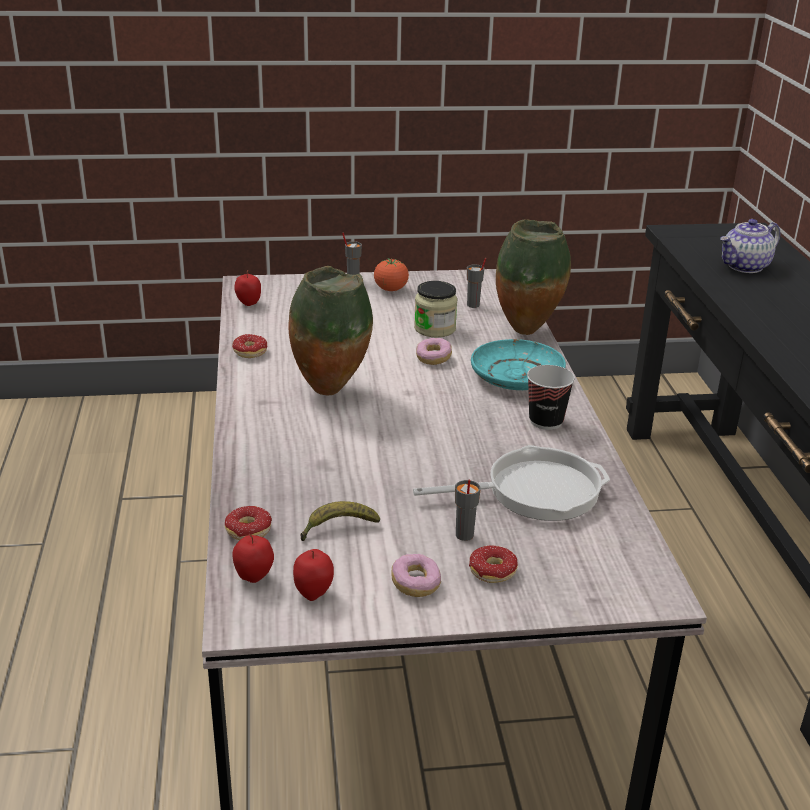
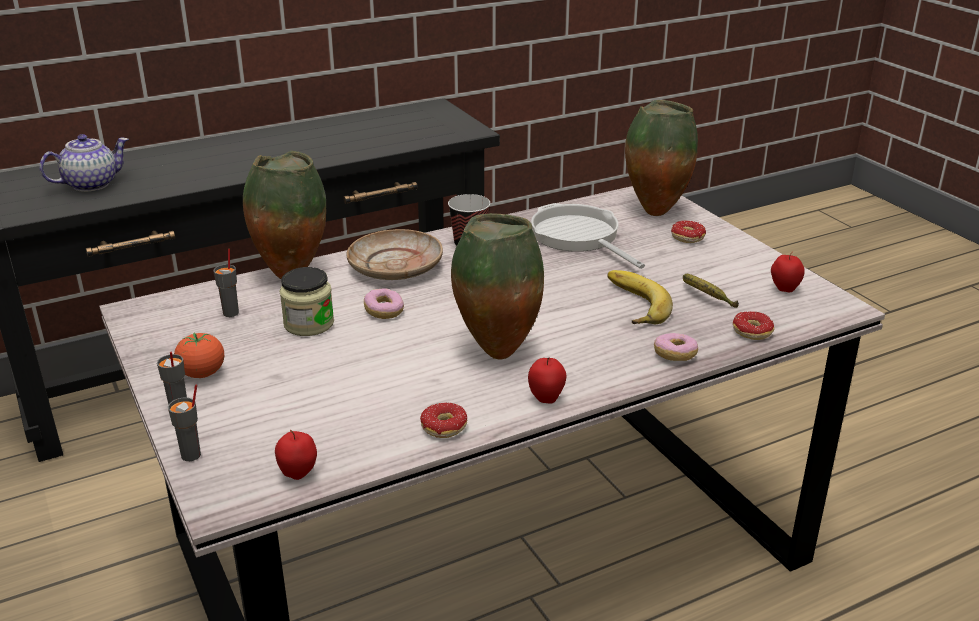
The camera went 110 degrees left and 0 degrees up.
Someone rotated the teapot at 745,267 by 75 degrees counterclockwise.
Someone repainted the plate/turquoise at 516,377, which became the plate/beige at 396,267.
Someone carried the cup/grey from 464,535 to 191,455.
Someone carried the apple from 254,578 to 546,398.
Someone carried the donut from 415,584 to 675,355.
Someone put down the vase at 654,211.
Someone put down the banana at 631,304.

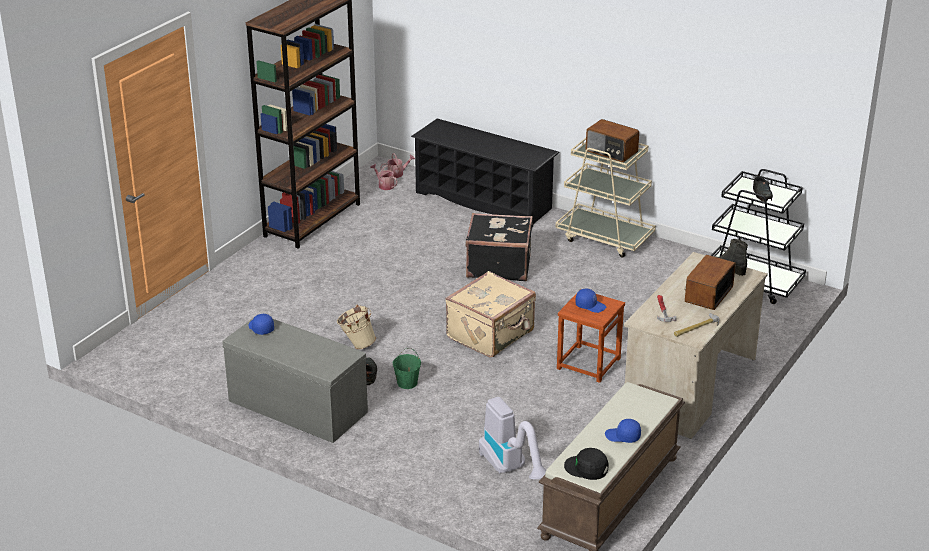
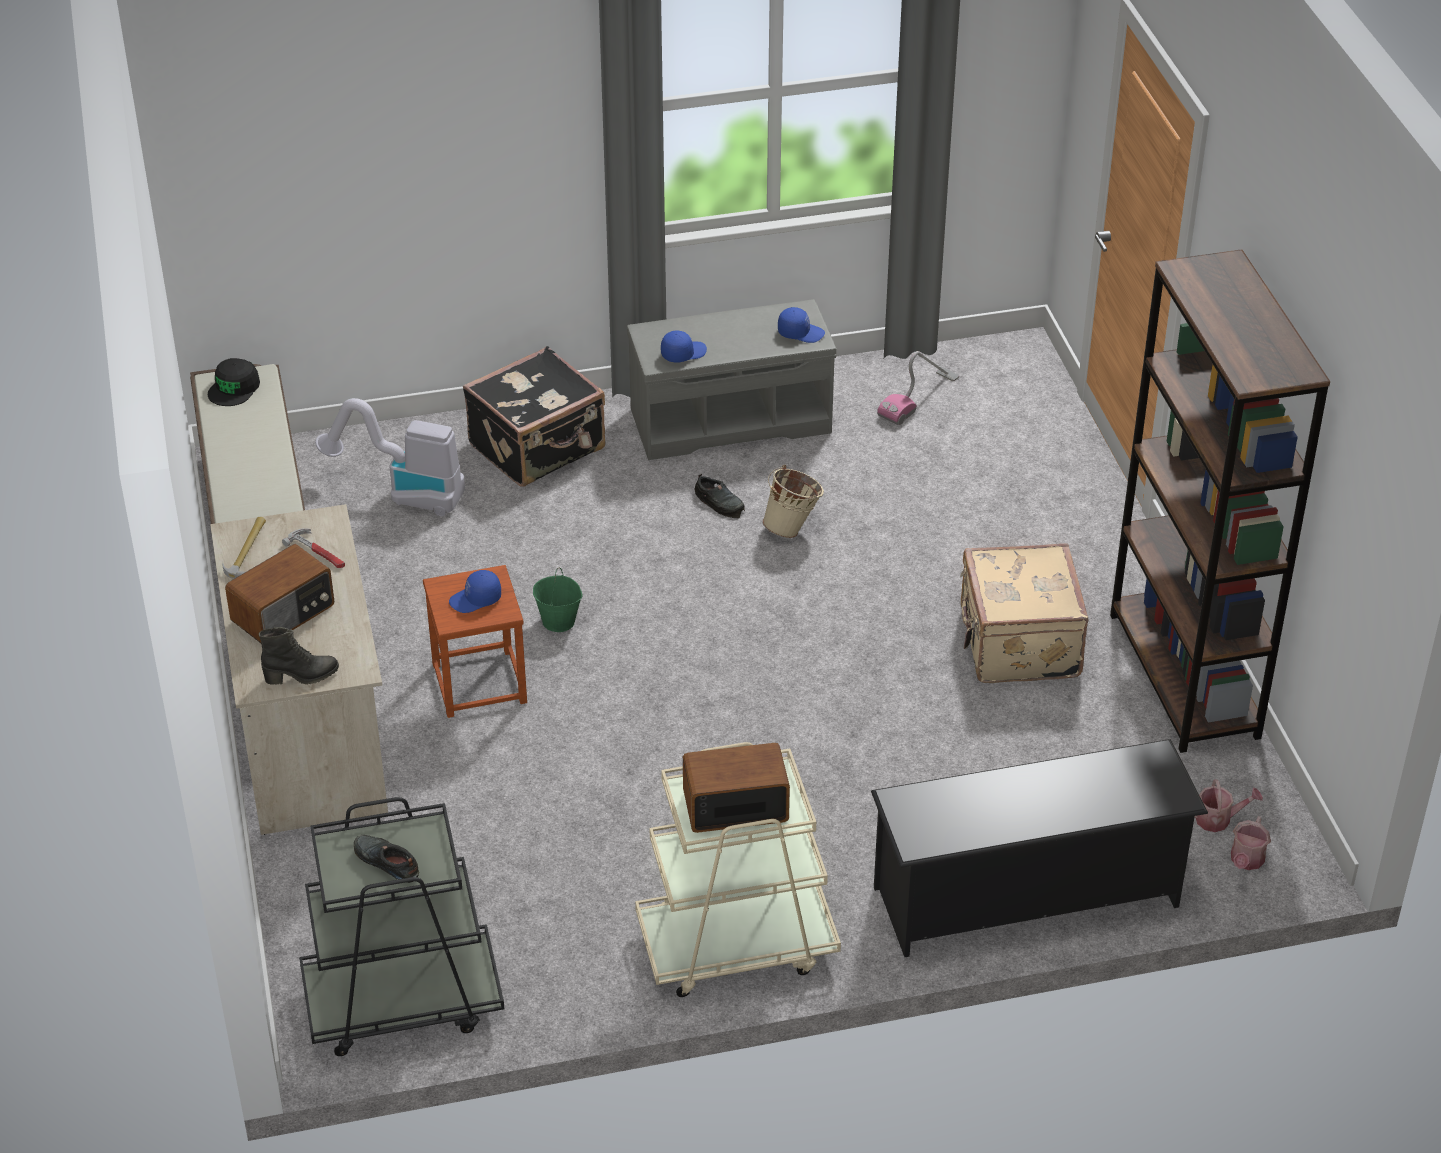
The camera went 135 degrees right and 10 degrees up.
Someone carried the suitcase/black from 498,265 to 539,448.
Someone rotated the radio at 707,294 by 60 degrees clockwise.
Someone carried the suitcase/beige from 491,335 to 1017,644.
Someone carried the bucket/green from 407,383 to 559,621.
Someone carried the cap/blue from 622,436 to 683,353.
Someone rotated the cap/black at 586,468 by 135 degrees clockwise.
Someone put down the vacuum cleaner at 918,398.

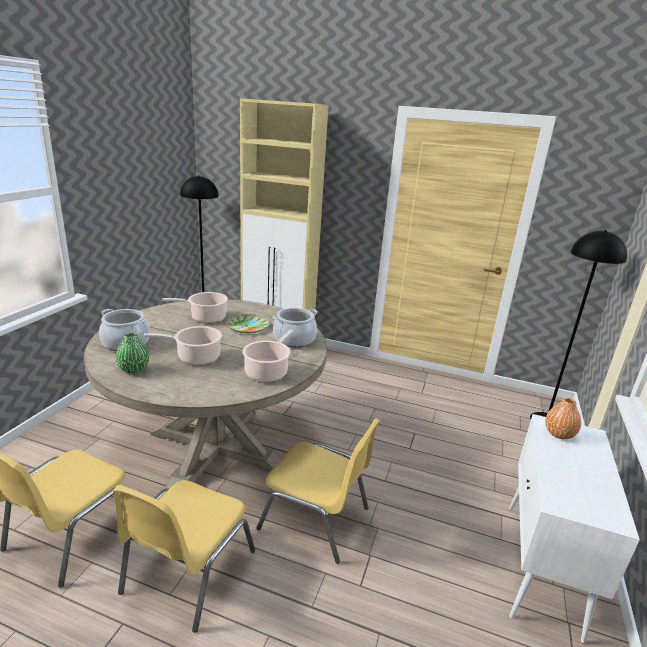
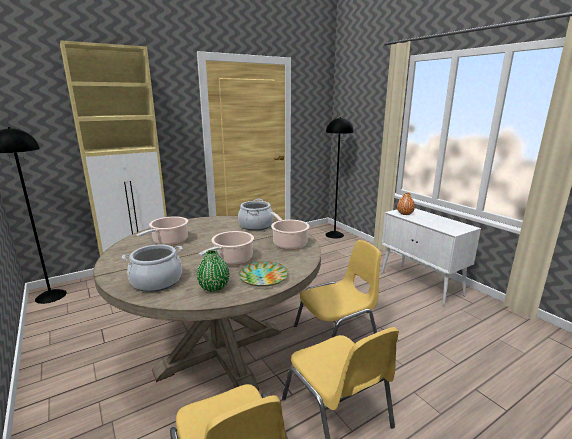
The camera went 50 degrees left and 5 degrees down.
Someone carried the plate from 247,326 to 263,277.

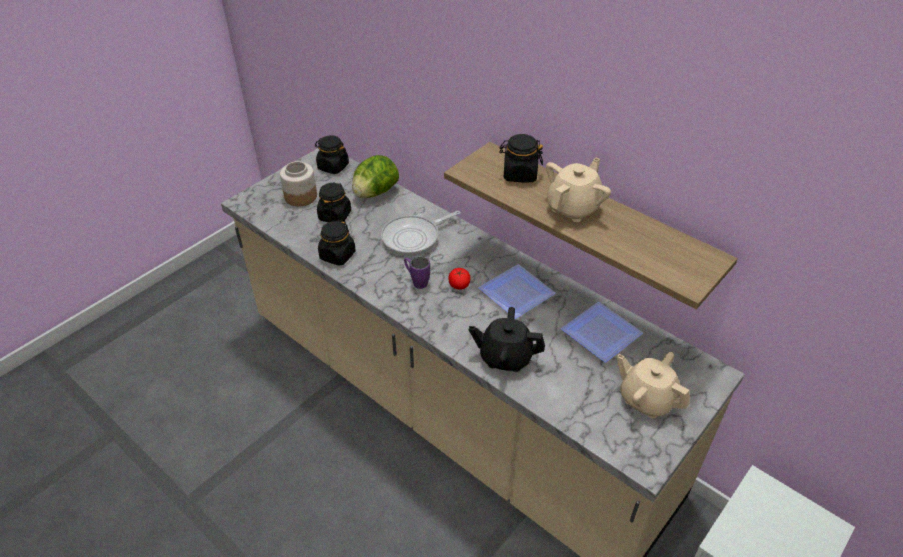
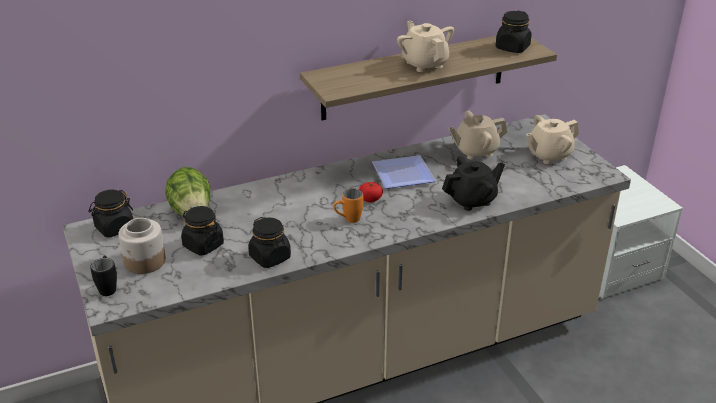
The camera went 65 degrees left and 10 degrees down.
Someone carried the jar/black from 519,174 to 512,48.
Someone took away the frying pan at 414,238.
Someone repainted the mug/purple at 416,281, which became the mug/orange at 348,220.
Someone swapped the plate at 604,334 for the teapot/beige at 475,151.
Someone rotated the teapot/black at 505,357 by 150 degrees counterclockwise.
Someone put down the mug/black at 108,287.

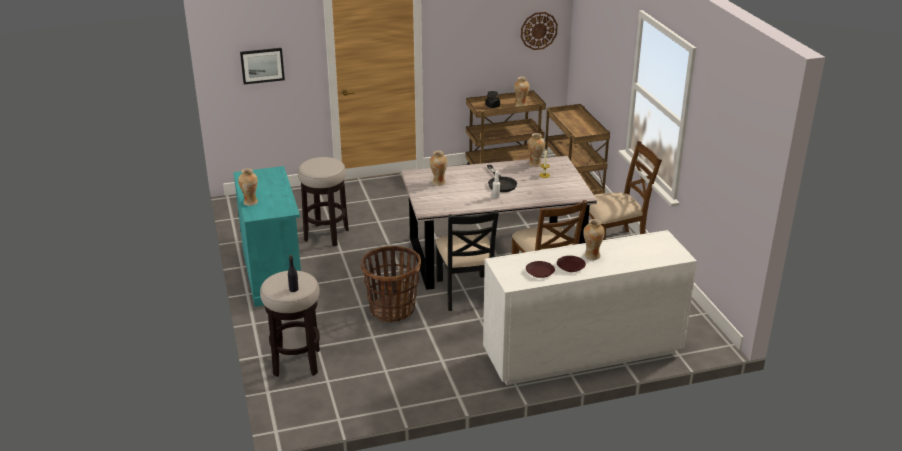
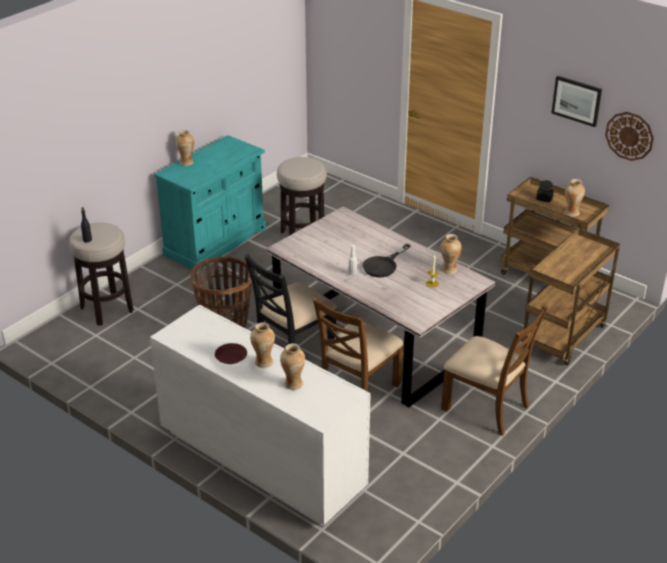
The camera went 55 degrees right and 5 degrees up.
Someone carried the picture from 262,65 to 577,100.
Someone carried the vase from 438,183 to 293,384.
Someone took away the plate/brown at 539,272.

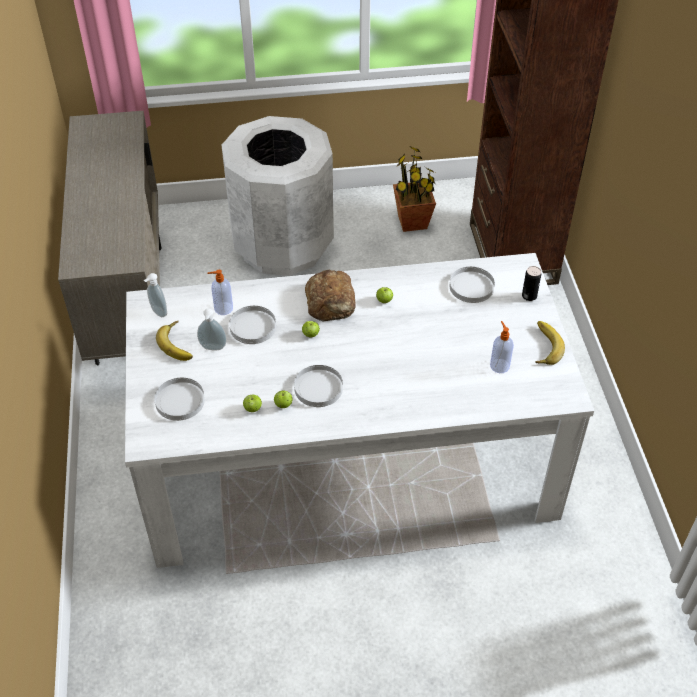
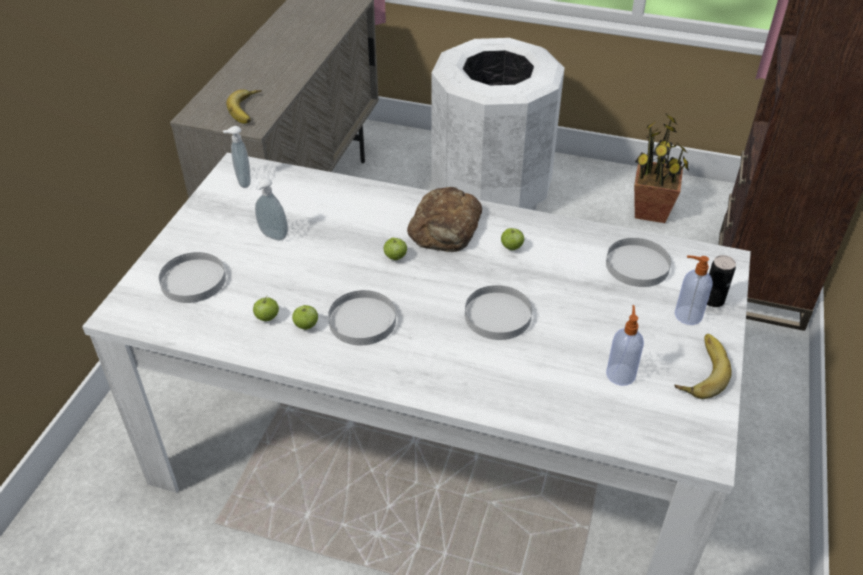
The camera went 25 degrees right and 5 degrees down.
Someone carried the soap dispenser from 222,308 to 687,315.
Someone carried the plate/white from 252,327 to 497,316.
Someone carried the banana from 179,344 to 249,109.

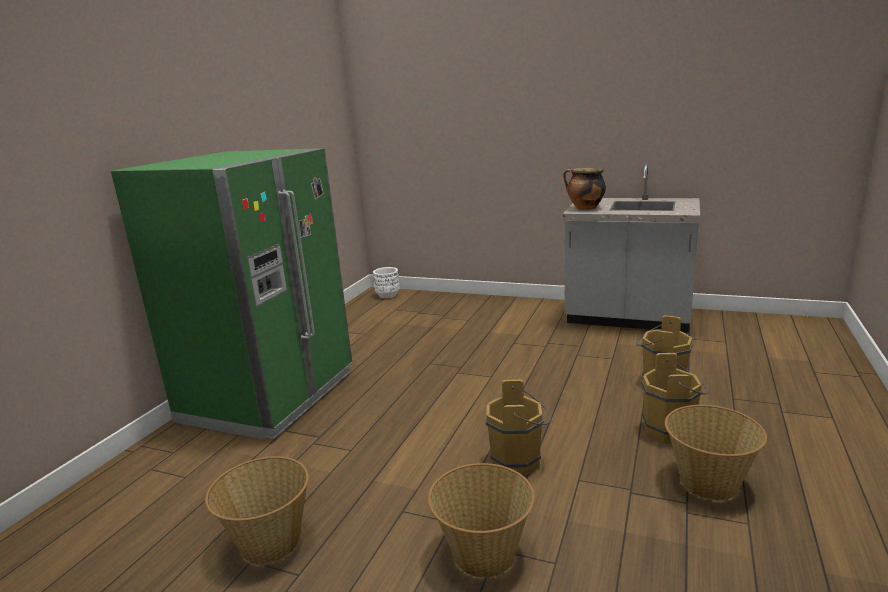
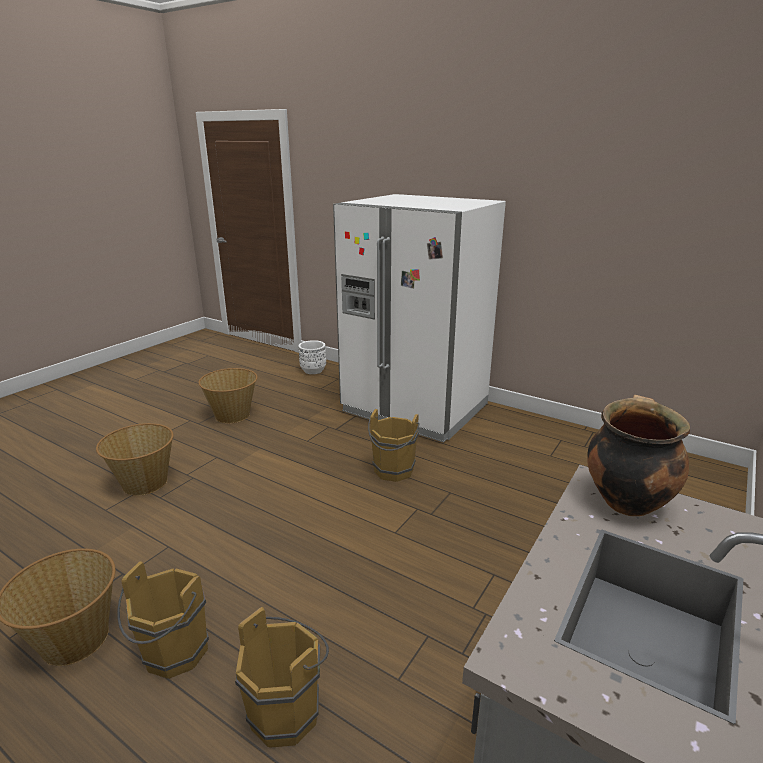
The camera went 100 degrees right and 5 degrees up.
Someone repainted the fridge/green at 269,396, which became the fridge/white at 415,408.
Someone carried the planter/white from 387,295 to 313,370.
Someone carried the bucket/brown from 519,462 to 392,472.

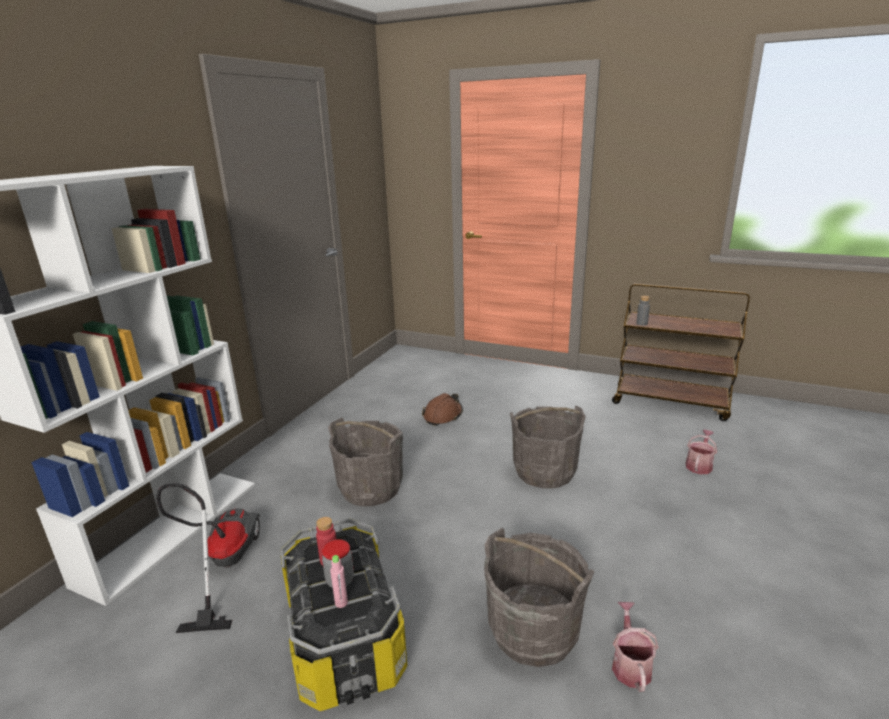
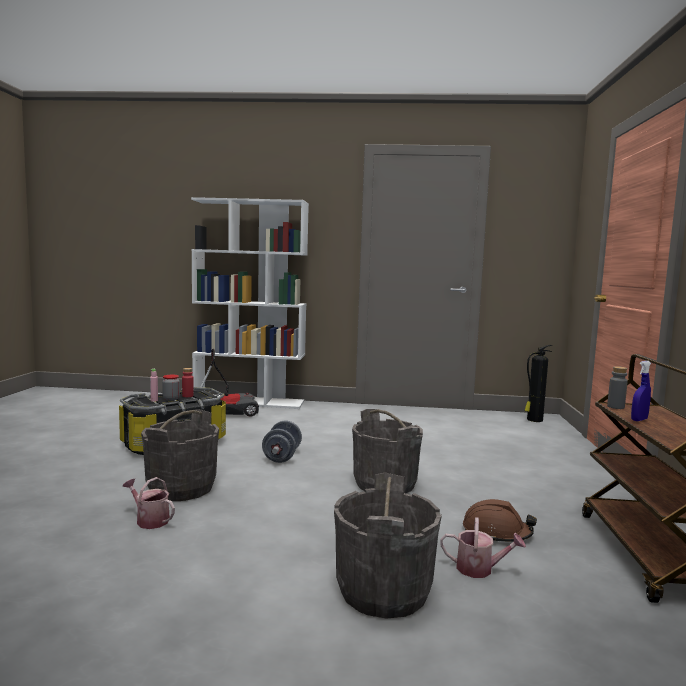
The camera went 70 degrees right and 15 degrees down.
Someone carried the hard hat/brown from 443,415 to 496,533.
Someone carried the bucket/grey from 371,488 to 384,590.
Someone rotated the watering can at 630,664 by 135 degrees counterclockwise.
Someone put down the fire extinguisher at 534,420.
Someone put down the spray bottle/blue at 639,420.
Someone put down the dumbbell/grey at 282,456.

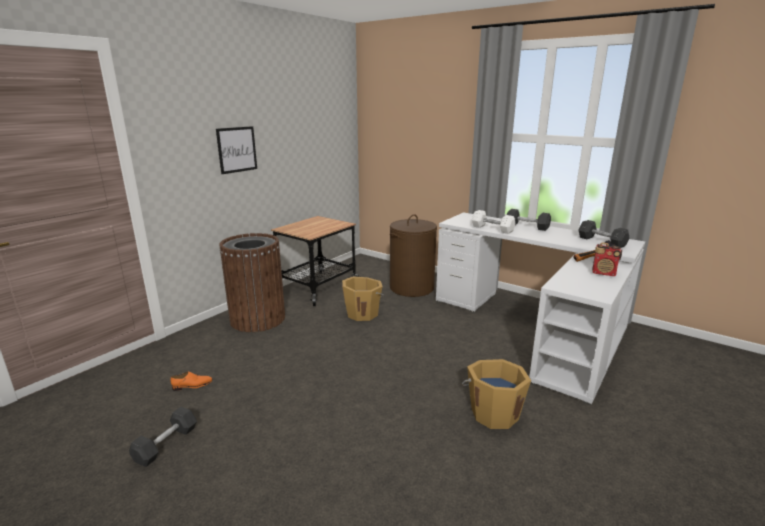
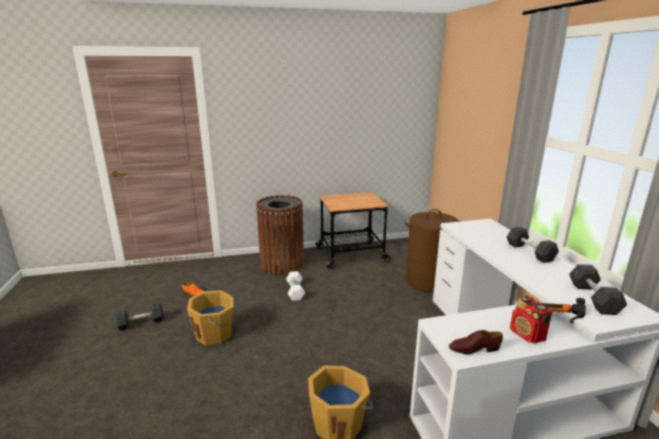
The camera went 40 degrees right and 0 degrees up.
Someone took away the picture at 237,149.
Someone carried the dumbbell/white from 492,229 to 295,291.
Someone carried the bucket/orange from 363,313 to 215,334.
Someone put down the shoe/brown at 474,348.

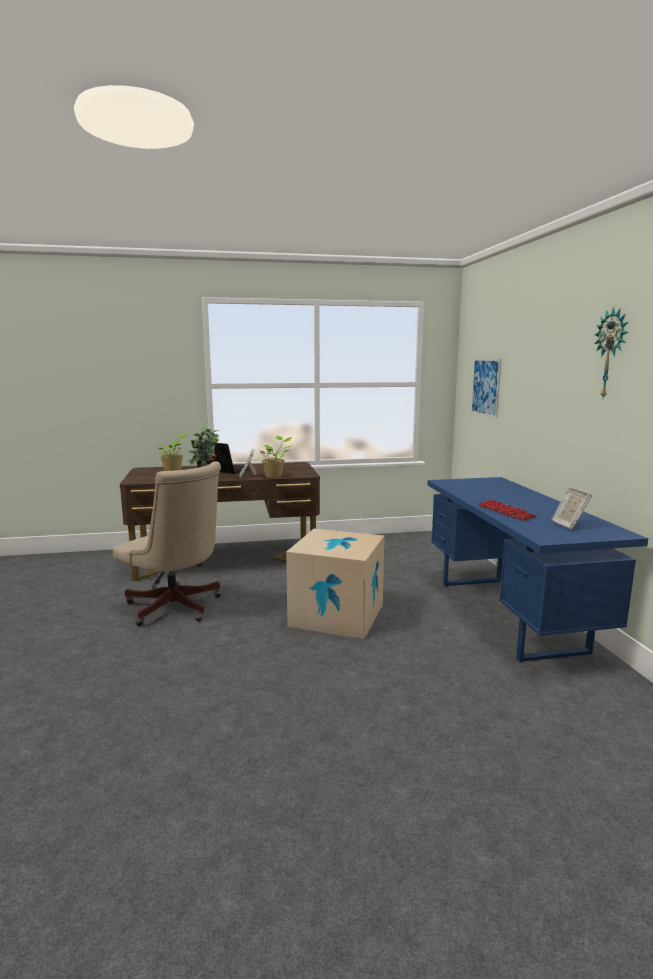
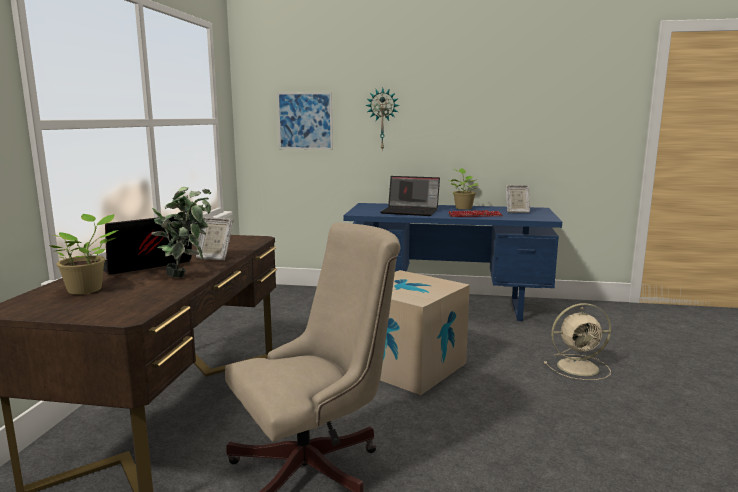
The camera went 70 degrees left and 0 degrees up.
Someone carried the wall clock from 611,354 to 382,119.
Someone carried the potted plant from 274,476 to 463,208.
Someone put down the laptop at 411,211.
Someone put down the fan/beige at 579,367.

